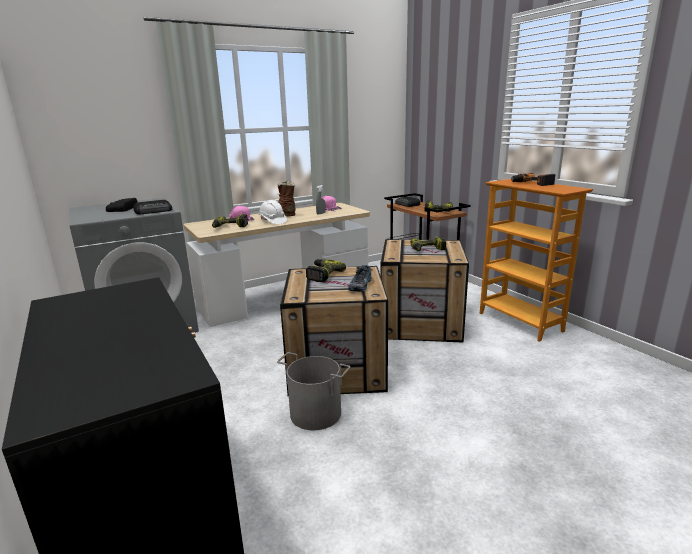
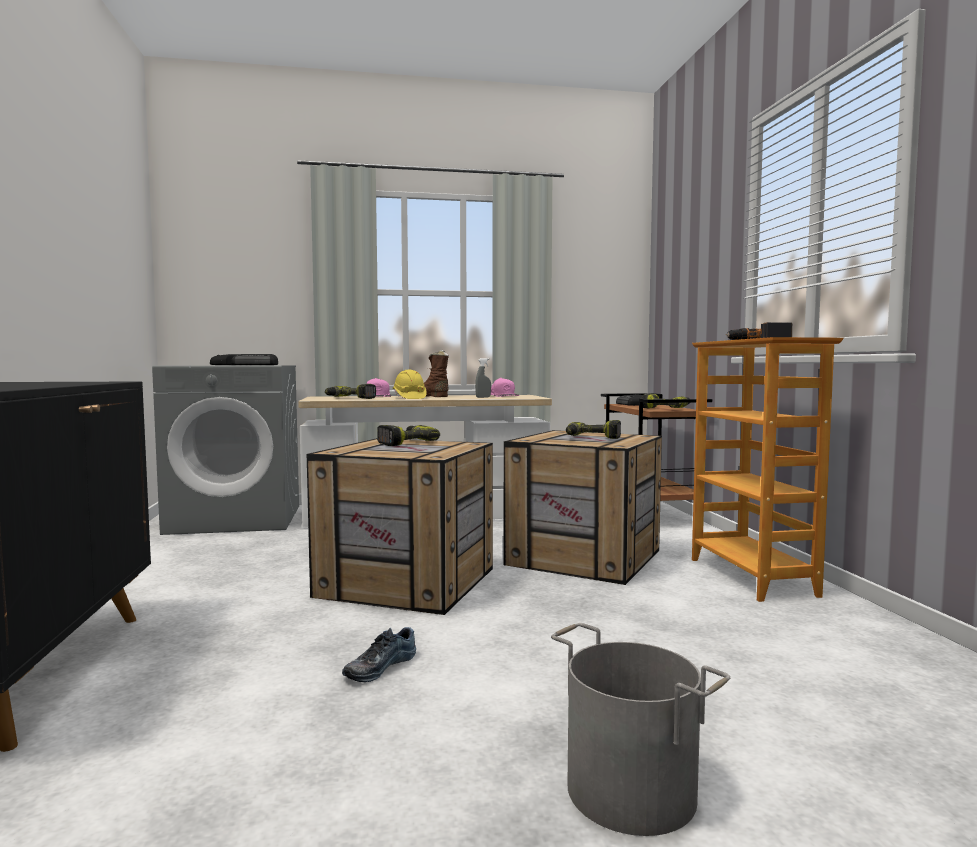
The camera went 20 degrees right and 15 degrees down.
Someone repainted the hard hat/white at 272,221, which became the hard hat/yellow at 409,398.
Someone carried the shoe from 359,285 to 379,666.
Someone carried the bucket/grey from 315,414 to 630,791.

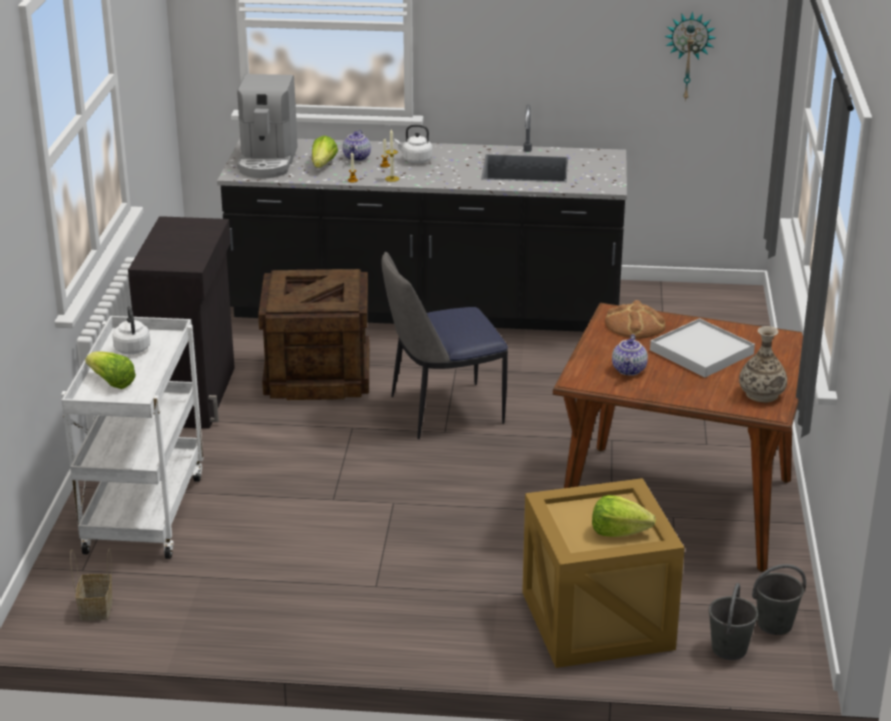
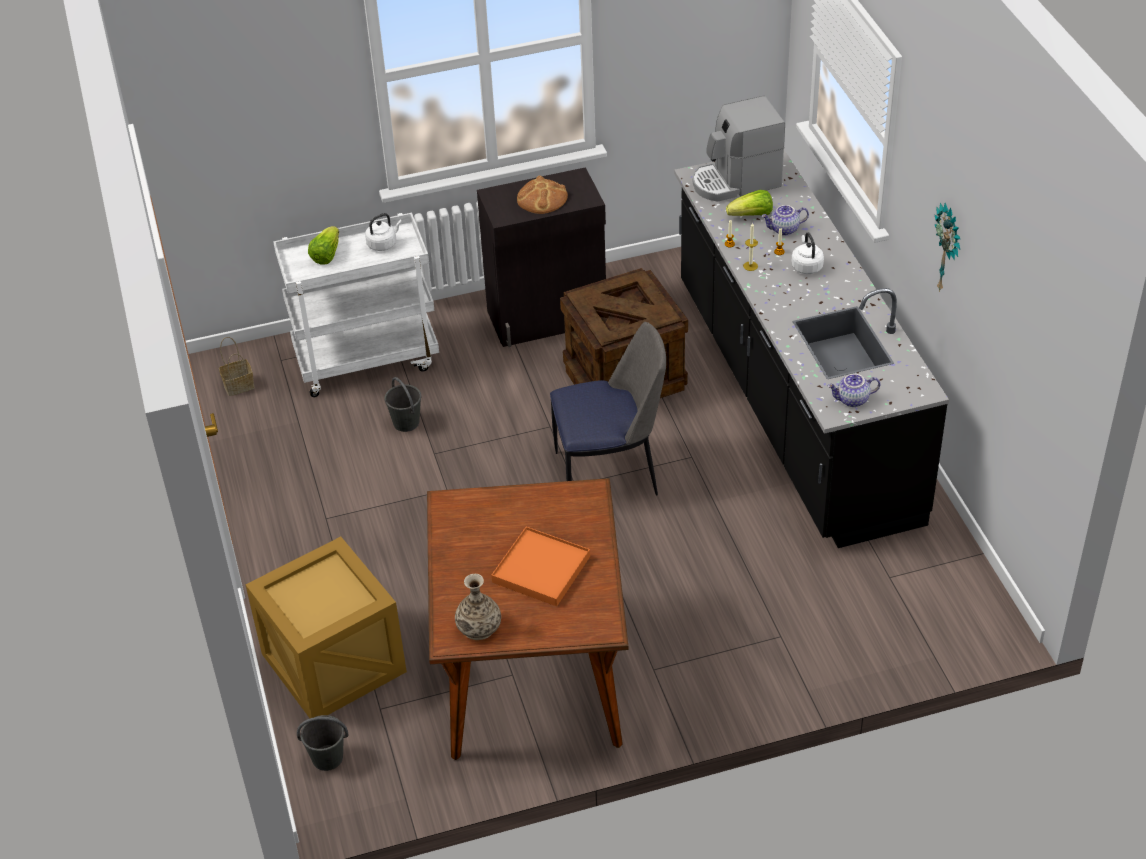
The camera went 70 degrees right and 15 degrees up.
Someone carried the wall clock from 688,55 to 949,249.
Someone rotated the chair at 443,411 by 120 degrees clockwise.
Someone carried the bread from 635,324 to 542,198.
Someone repainted the tray/white at 701,352, which became the tray/orange at 541,569.
Someone carried the teapot from 629,370 to 852,400.
Someone took away the lettuce at 618,532.
Someone carried the bucket/grey from 775,624 to 406,423.

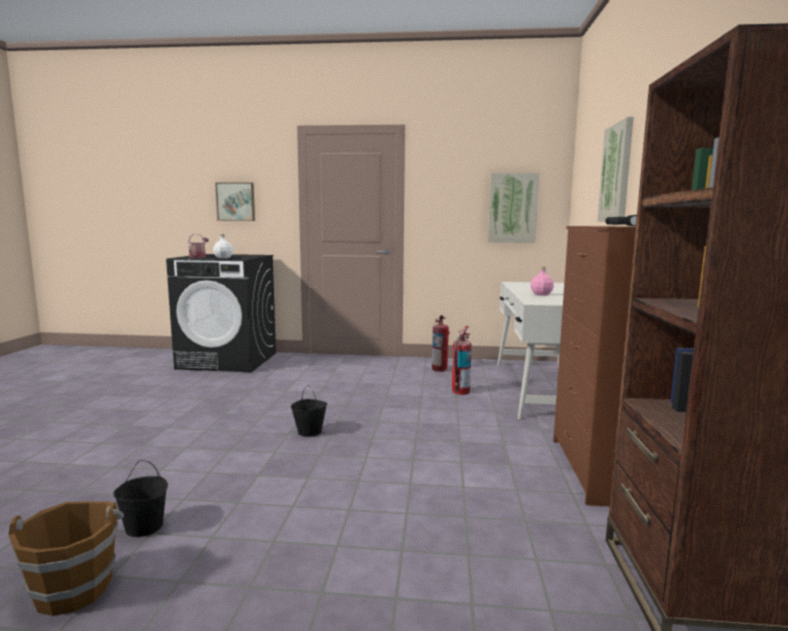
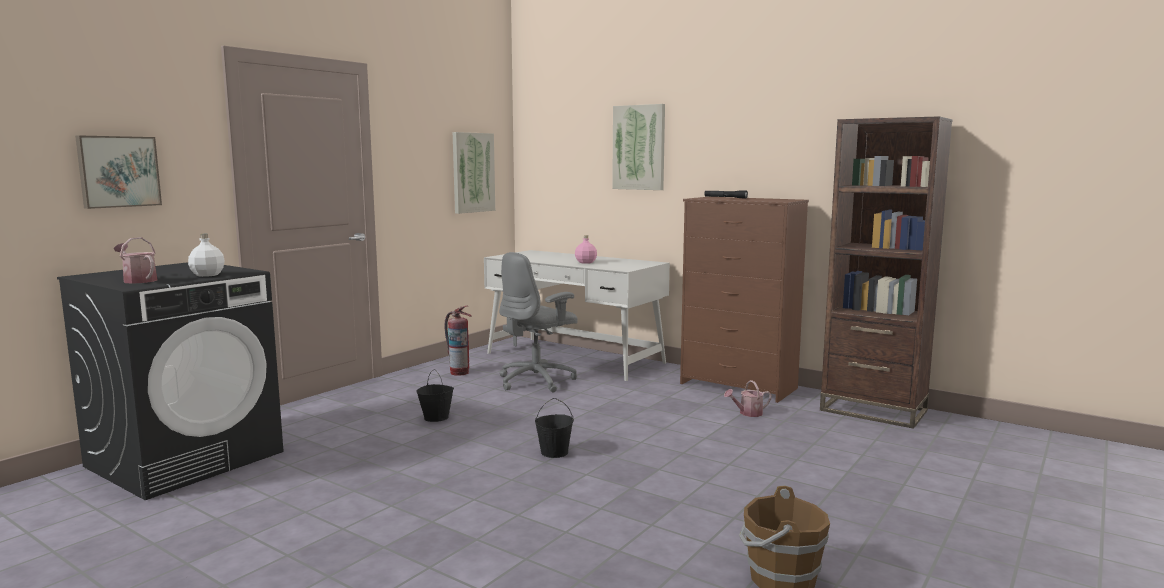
The camera went 60 degrees left and 0 degrees up.
Someone swapped the fire extinguisher at 460,391 for the office chair/grey at 537,381.
Someone carried the bucket/black from 145,527 to 436,418.
Someone put down the watering can at 748,413.

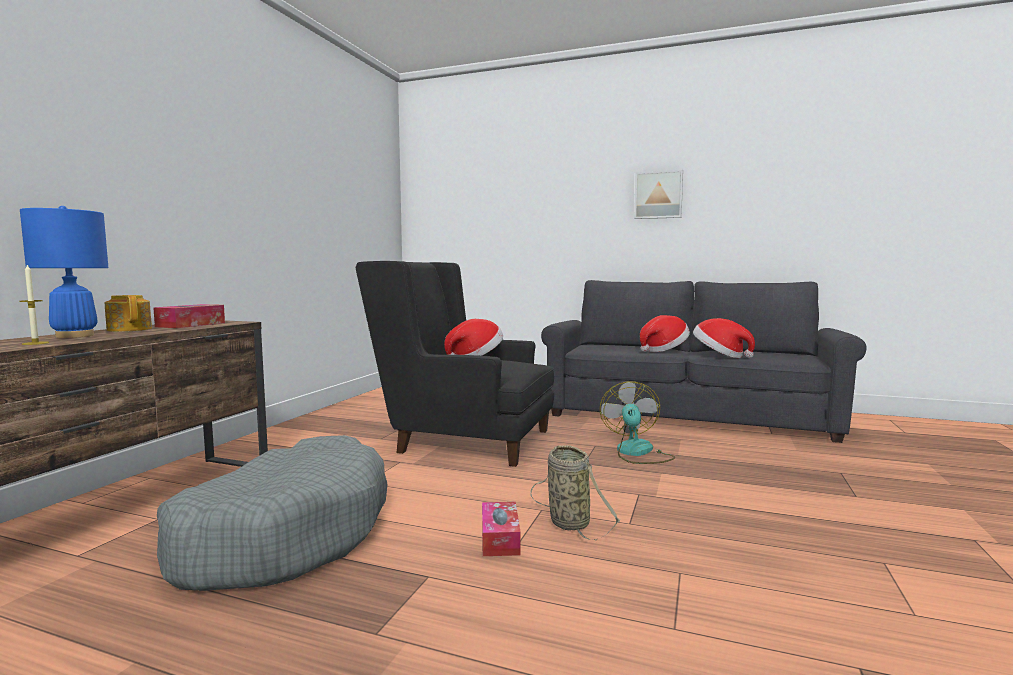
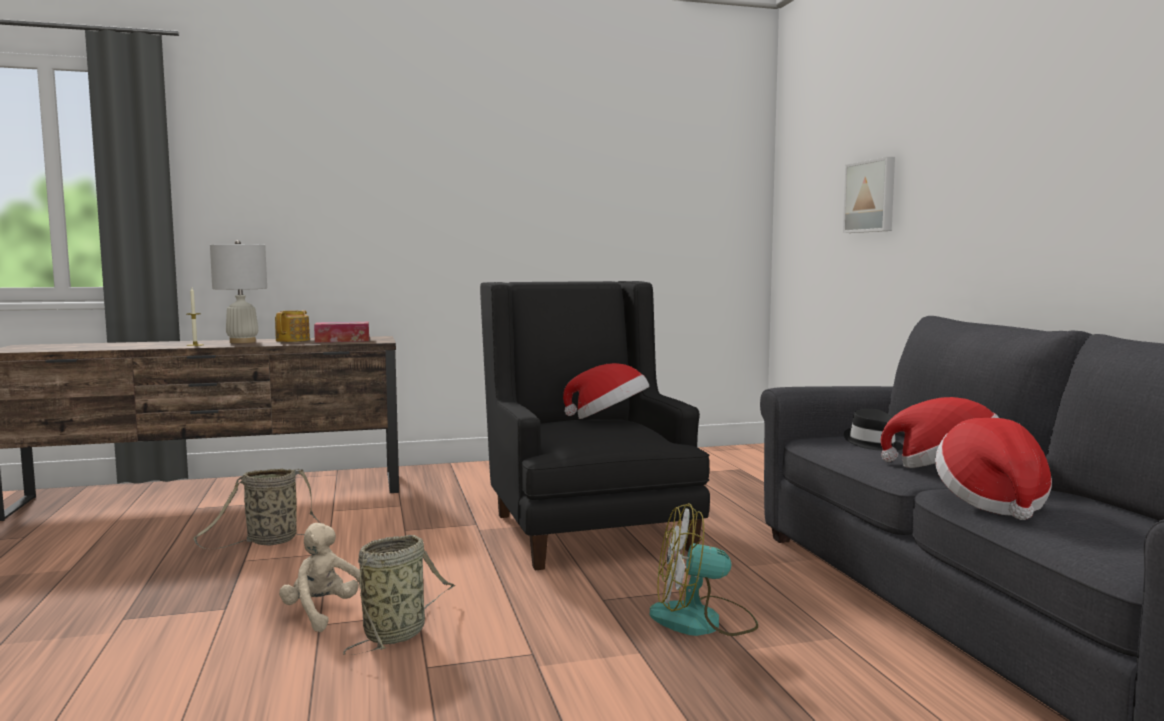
The camera went 55 degrees right and 0 degrees up.
Someone carried the picture from 658,195 to 871,196.
Someone repainted the table lamp/blue at 74,336, which became the table lamp/white at 242,342.
Someone rotated the fan at 637,453 by 150 degrees counterclockwise.
Someone swapped the dog bed/grey at 284,534 for the basket at 268,541.
Someone swapped the tissue box at 500,538 for the plush toy/beige at 325,614.
Someone put down the hat/black at 873,443.

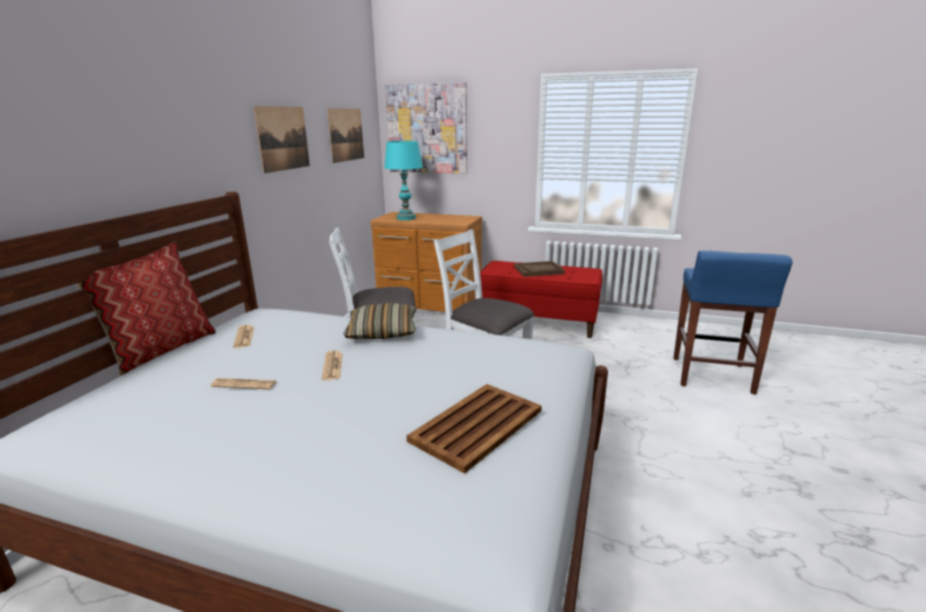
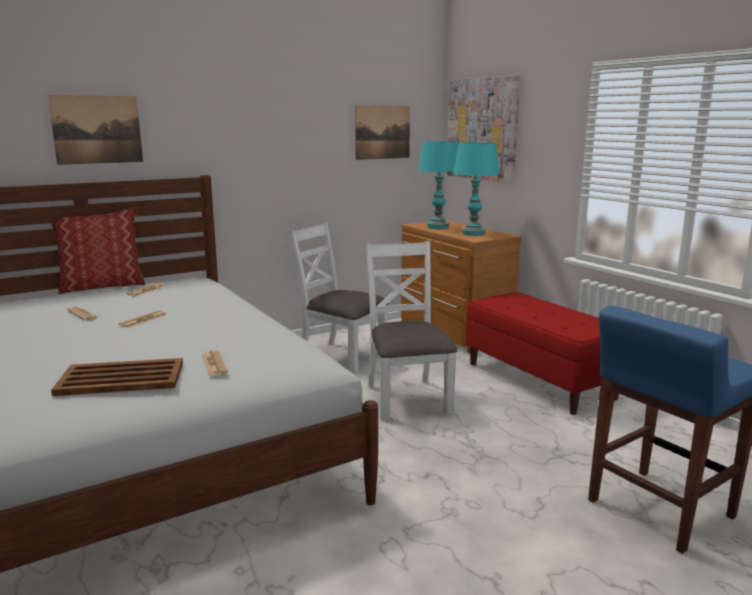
The camera went 40 degrees right and 5 degrees down.
Someone carried the picture from 283,138 to 97,129.
Someone took away the tray/brown at 538,270.
Someone took away the pillow at 382,331.
Someone put down the table lamp/turquoise at 473,233.
Someone put down the newspaper at 214,364.

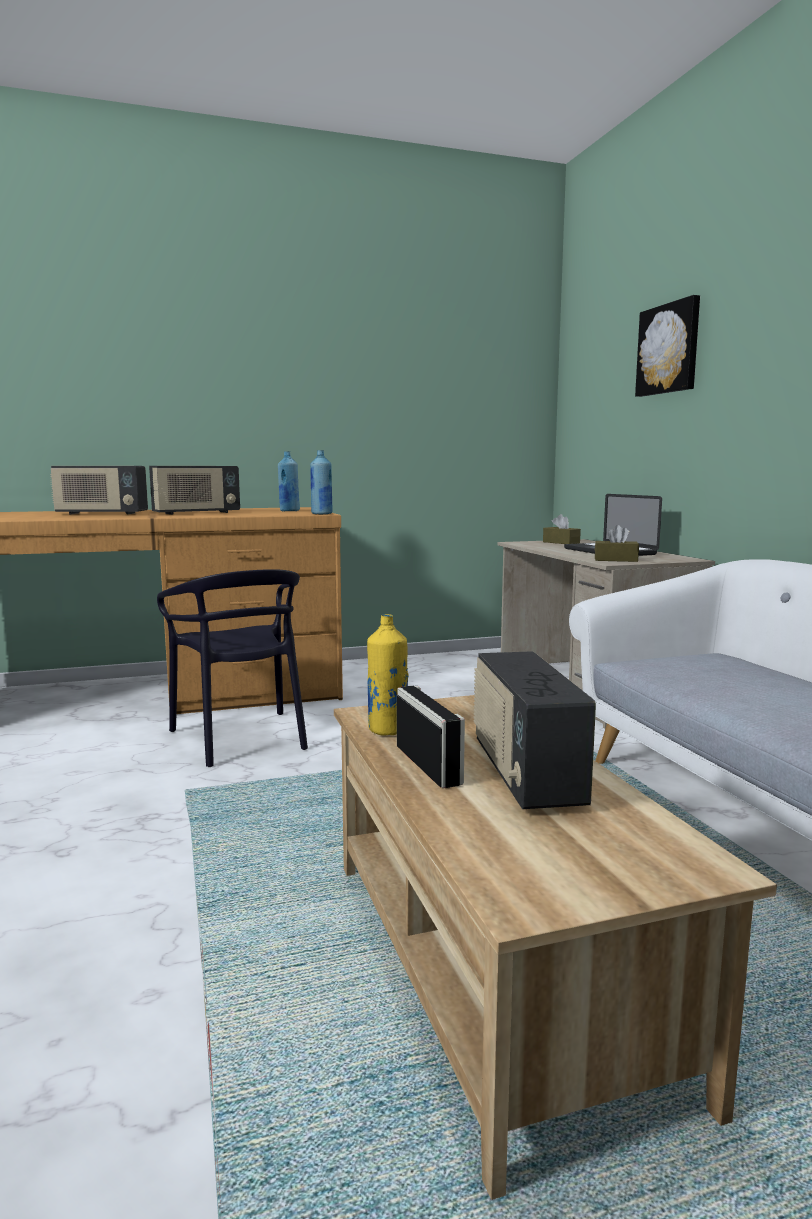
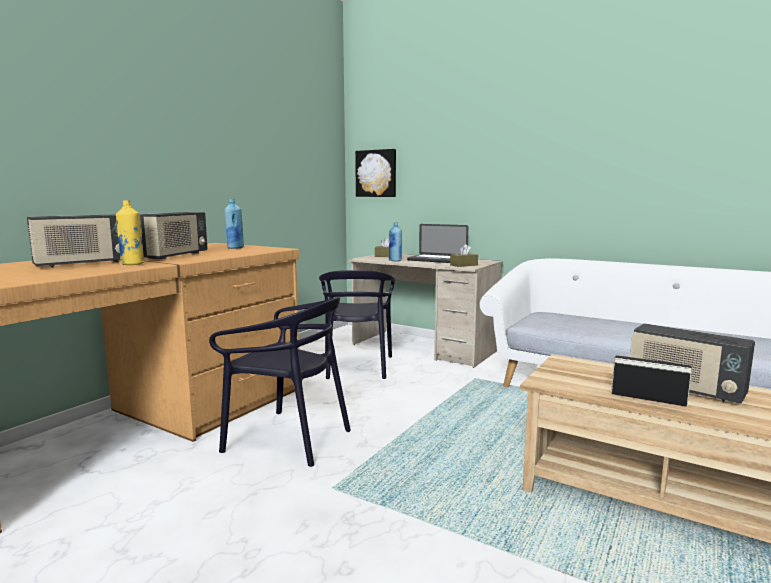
The camera went 40 degrees left and 0 degrees up.
Someone carried the picture from 669,349 to 376,173.
Someone carried the bottle/blue from 321,514 to 395,260.
Someone carried the bottle/yellow from 387,730 to 132,264.
Someone put down the chair/black at 357,366.

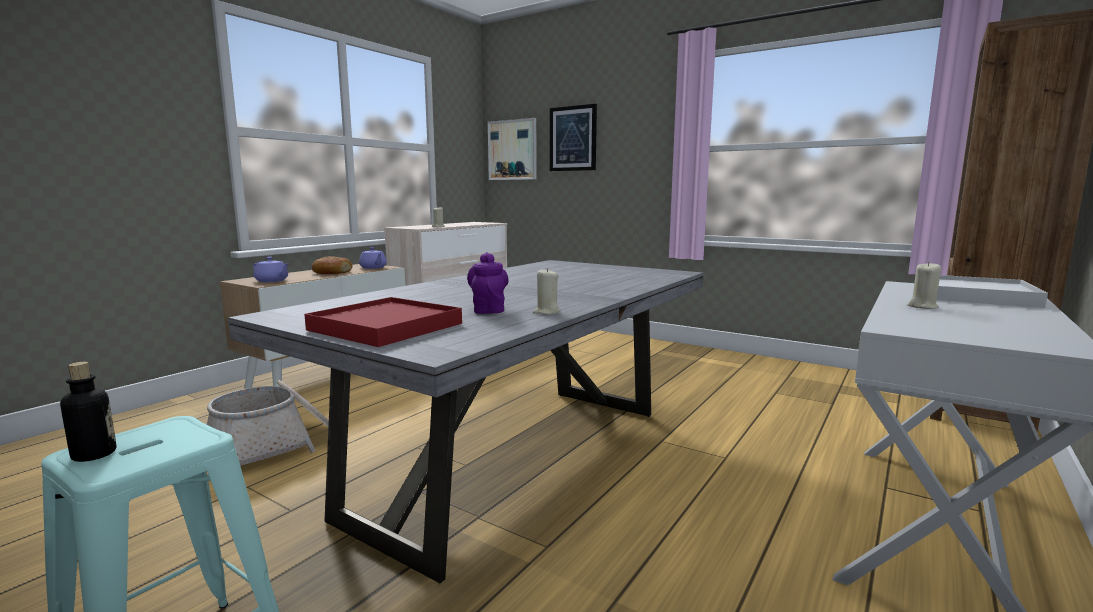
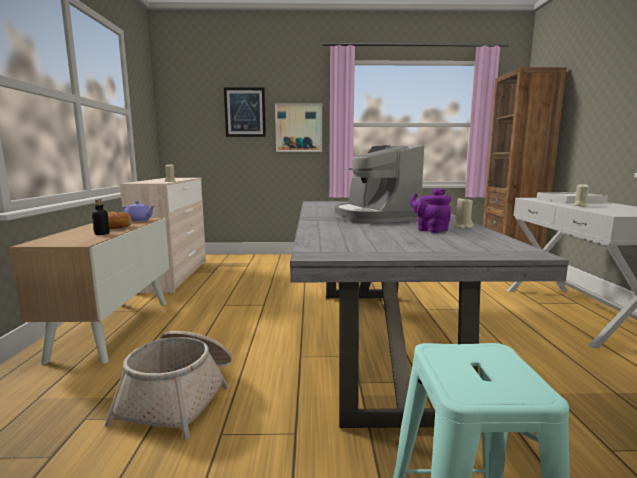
The camera went 35 degrees left and 0 degrees up.
Someone carried the picture from 513,150 to 299,127.
Someone took away the teapot/purple at 272,281.
Someone took away the tray/red at 385,327.
Someone carried the bottle from 94,454 to 102,234.
Someone put down the coffee machine at 374,217.

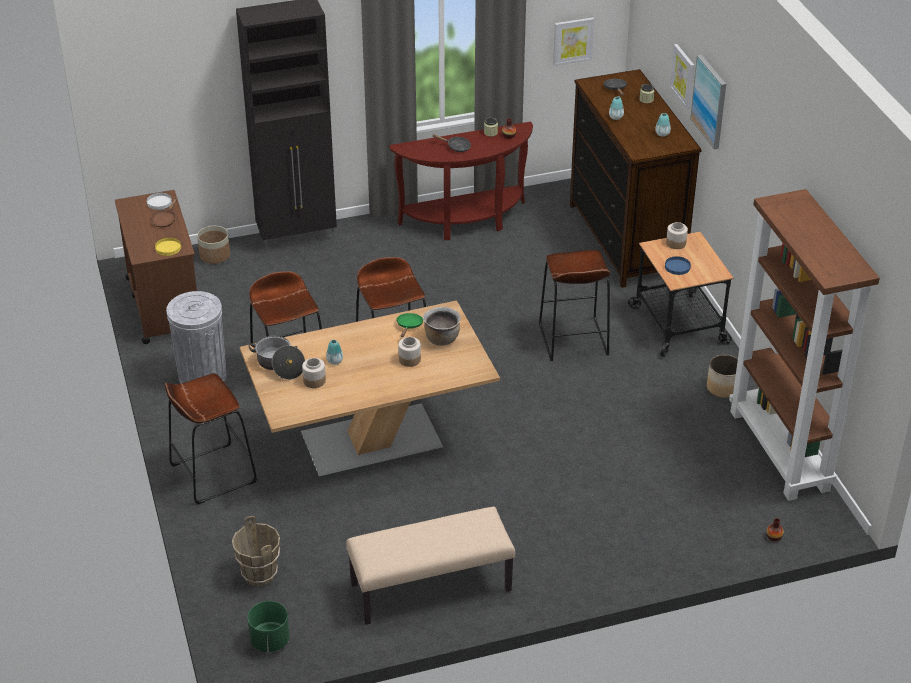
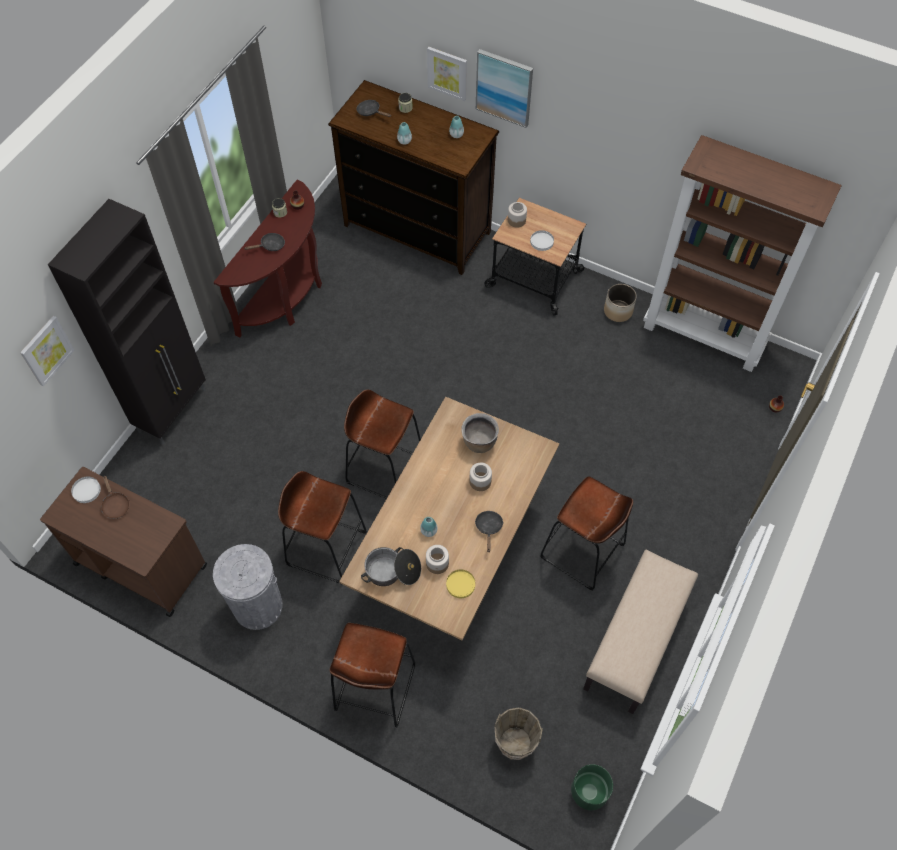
The camera went 45 degrees left and 20 degrees up.
Someone carried the picture from 573,40 to 46,350.
Someone took away the planter at 215,255.
Someone carried the plate/yellow from 168,248 to 460,584.
Someone carried the stool/brown from 573,340 to 582,551.
Someone repainted the plate/blue at 677,267, which became the plate/white at 542,241.
Someone took away the frying pan/green at 409,326.
Someone put down the frying pan/black at 489,528.

